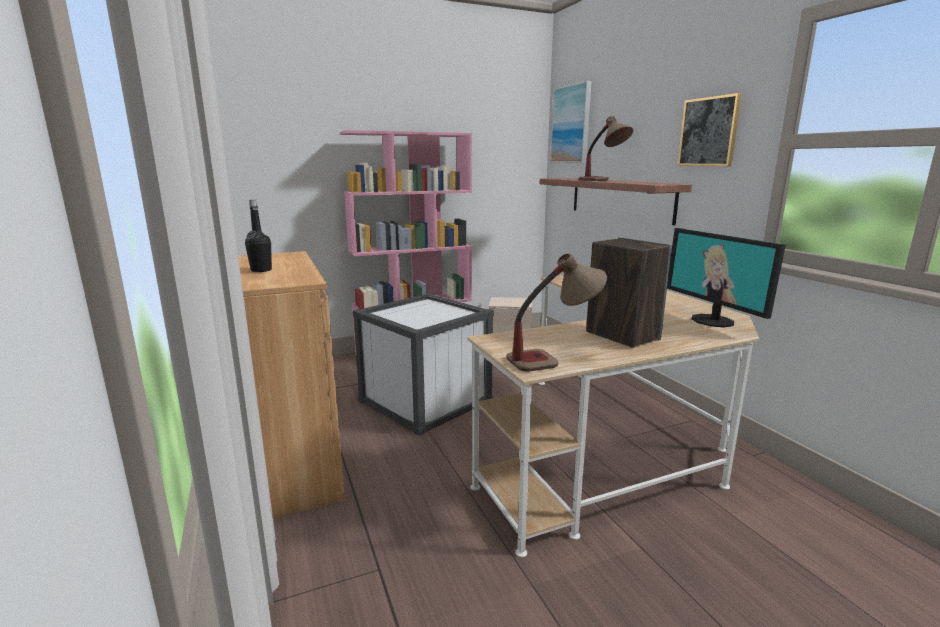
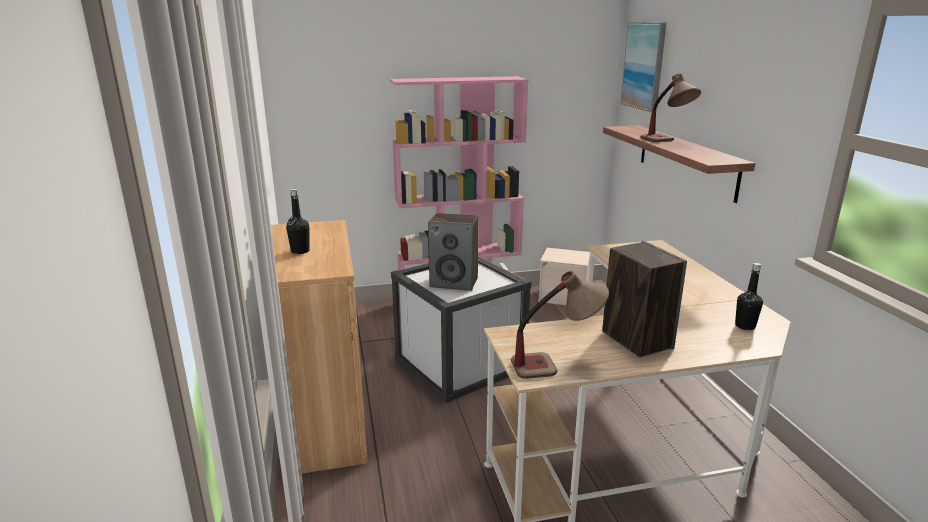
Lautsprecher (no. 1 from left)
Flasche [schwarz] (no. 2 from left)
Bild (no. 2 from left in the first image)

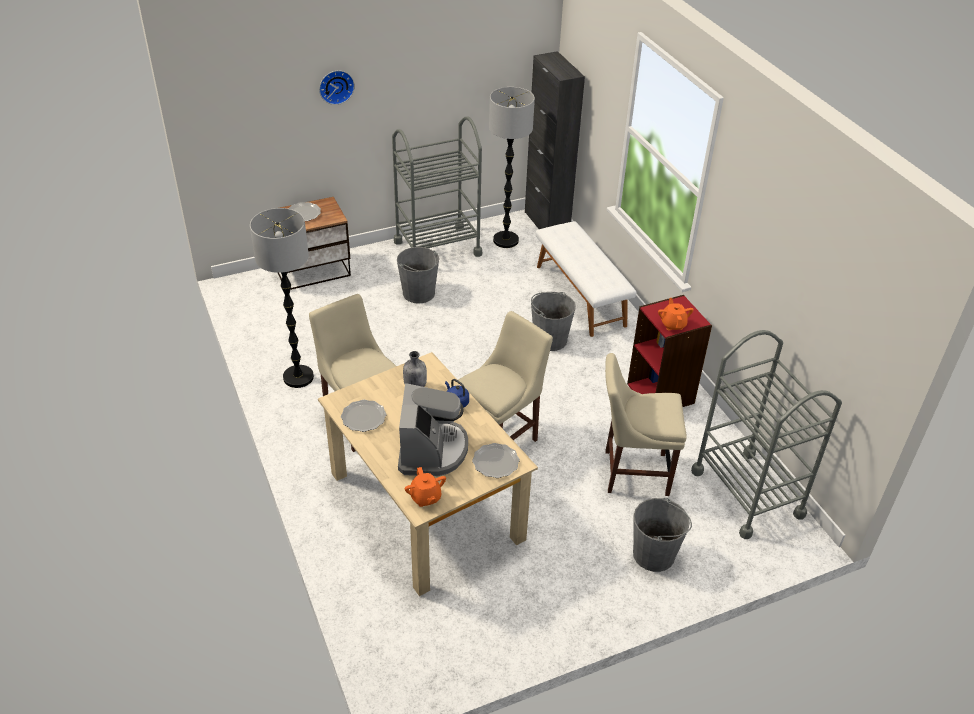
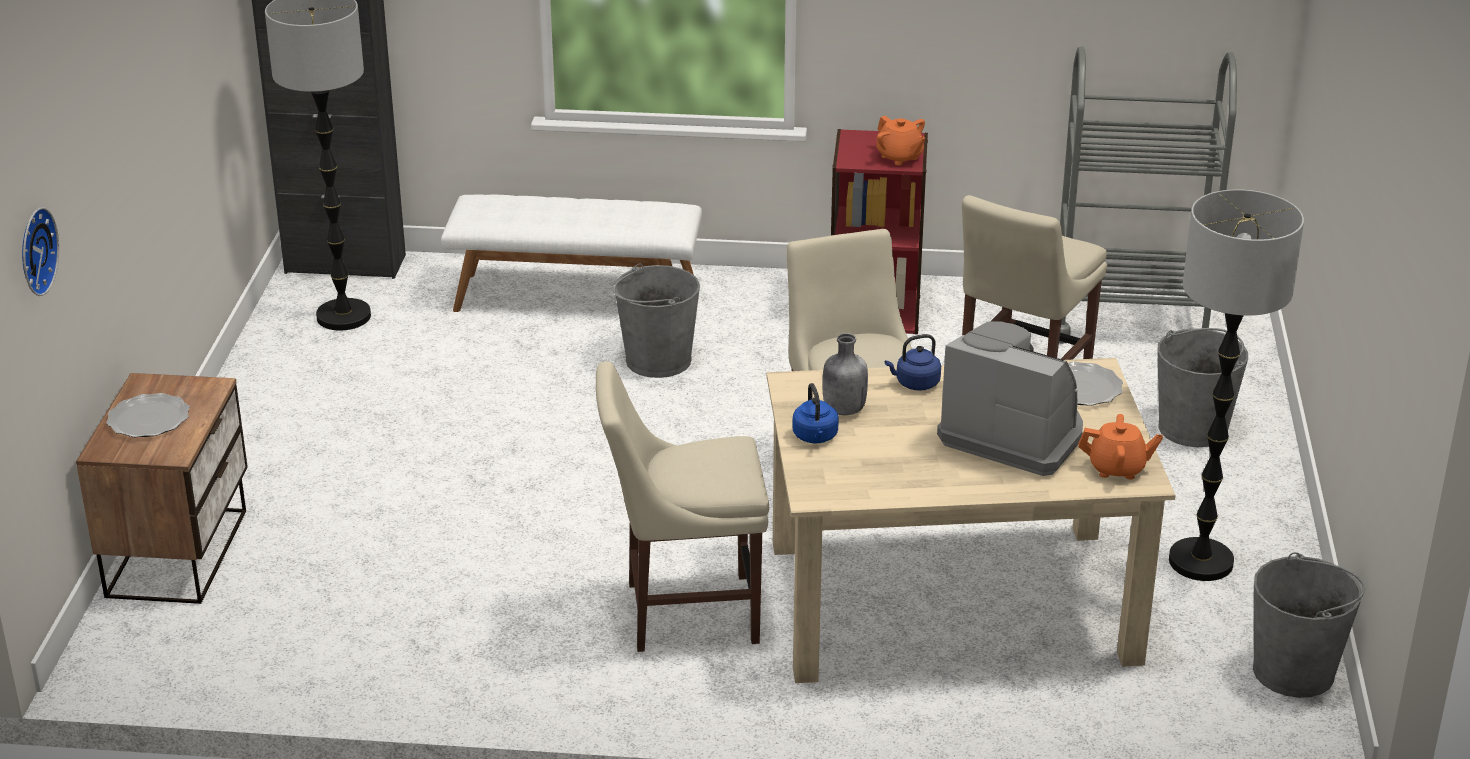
Wanduhr
Wasserkessel [blau] (no. 1 from left)
Teekanne [orange] (no. 1 from left)
Stehlampe (no. 2 from left)
Eimer [grau] (no. 3 from left)
Teller (no. 2 from left in the first image)
Rollwagen [grau] (no. 1 from left in the first image)

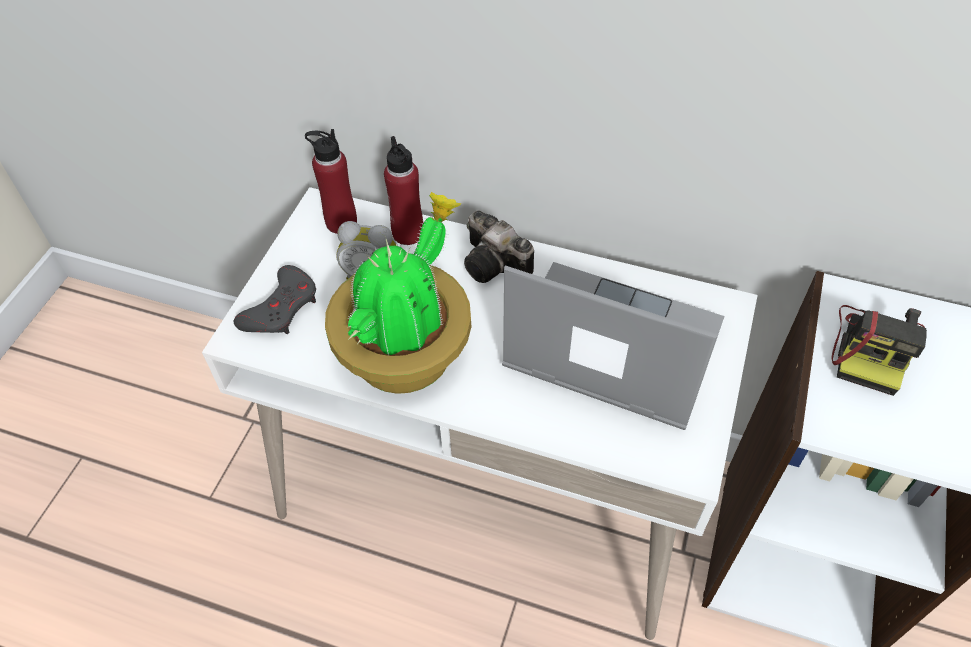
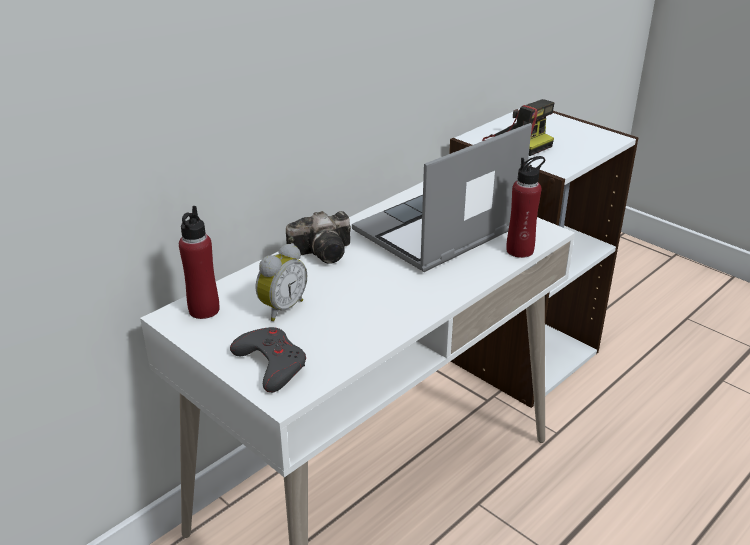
Flasche [rot] (no. 2 from left)
Topfpflanze

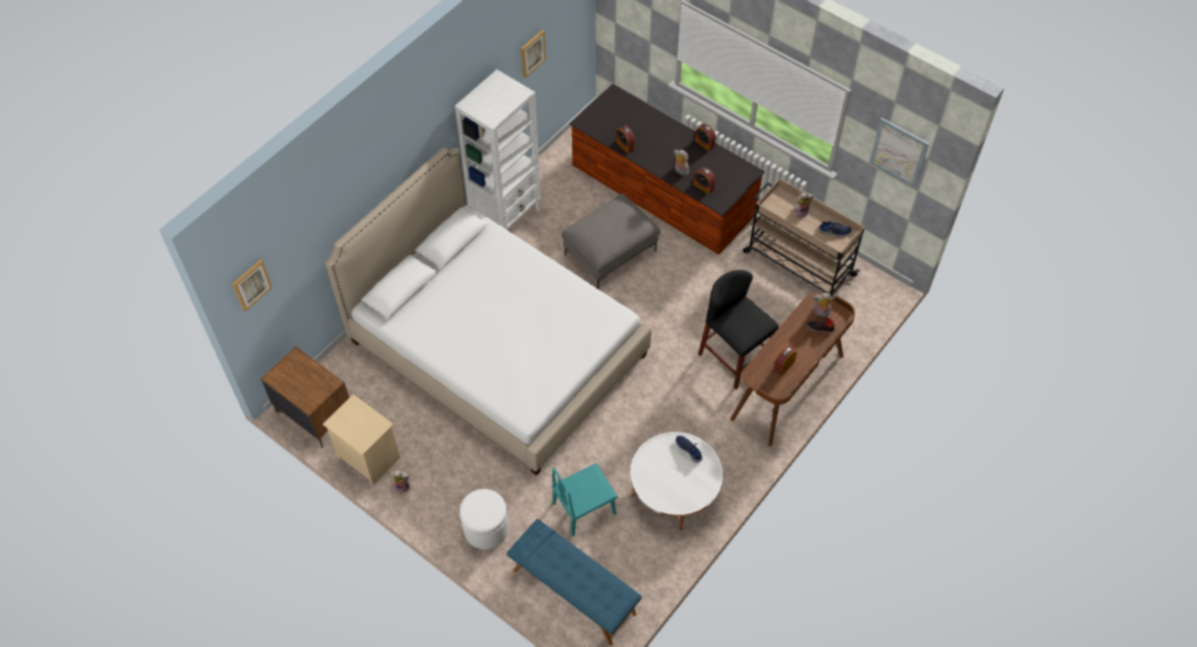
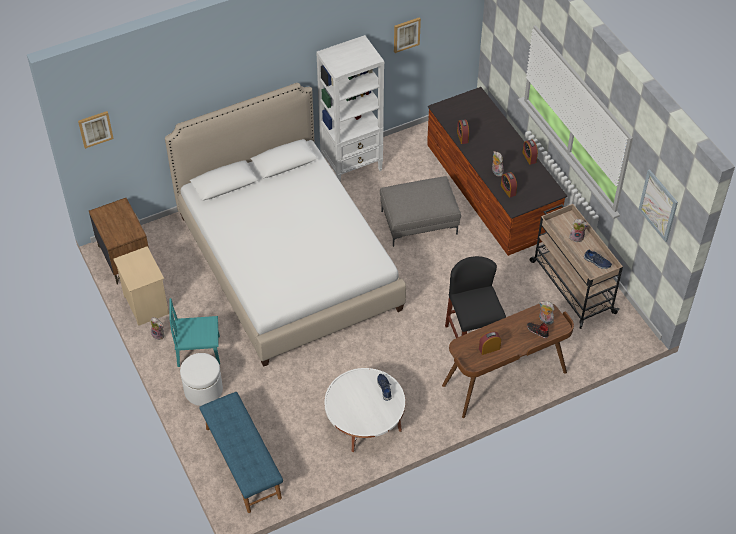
Stuhl [türkis]

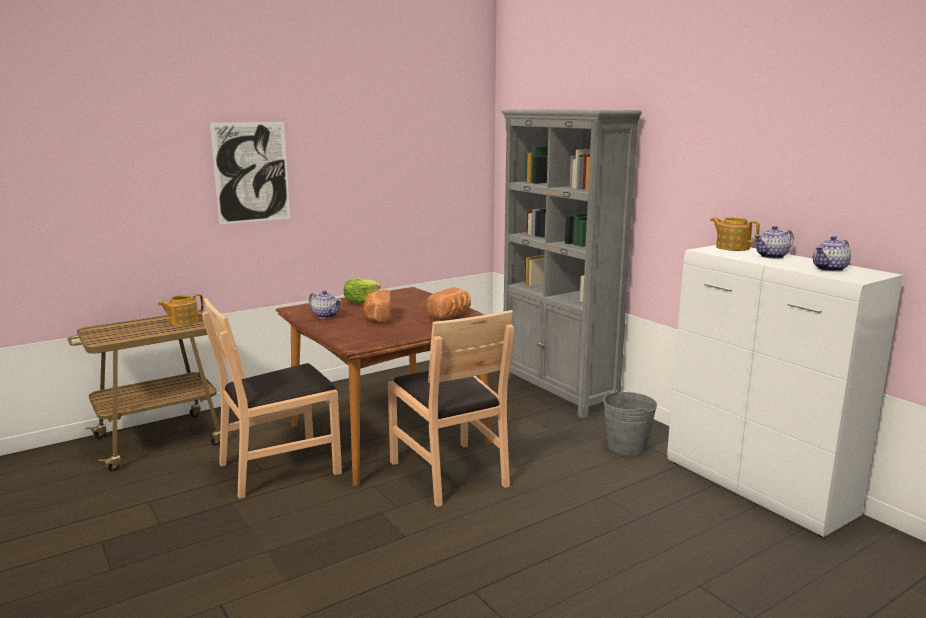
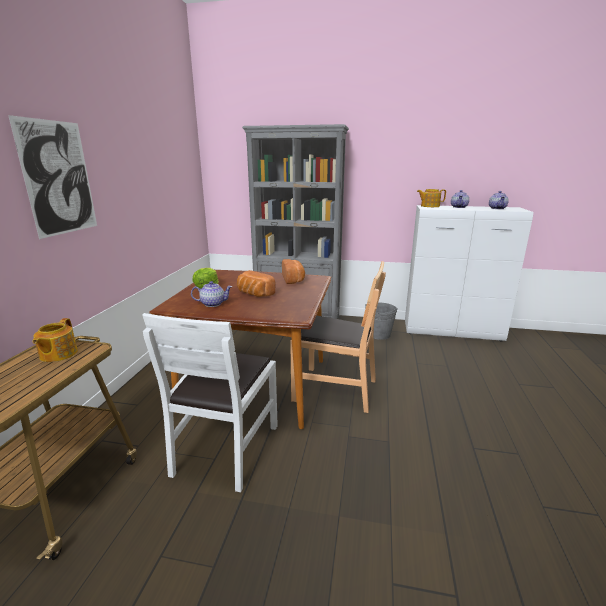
Stuhl [weiß]

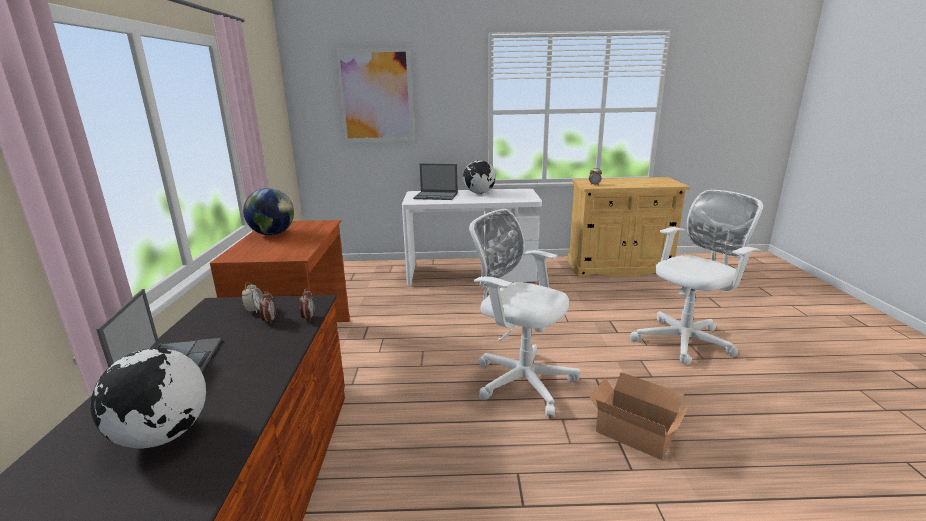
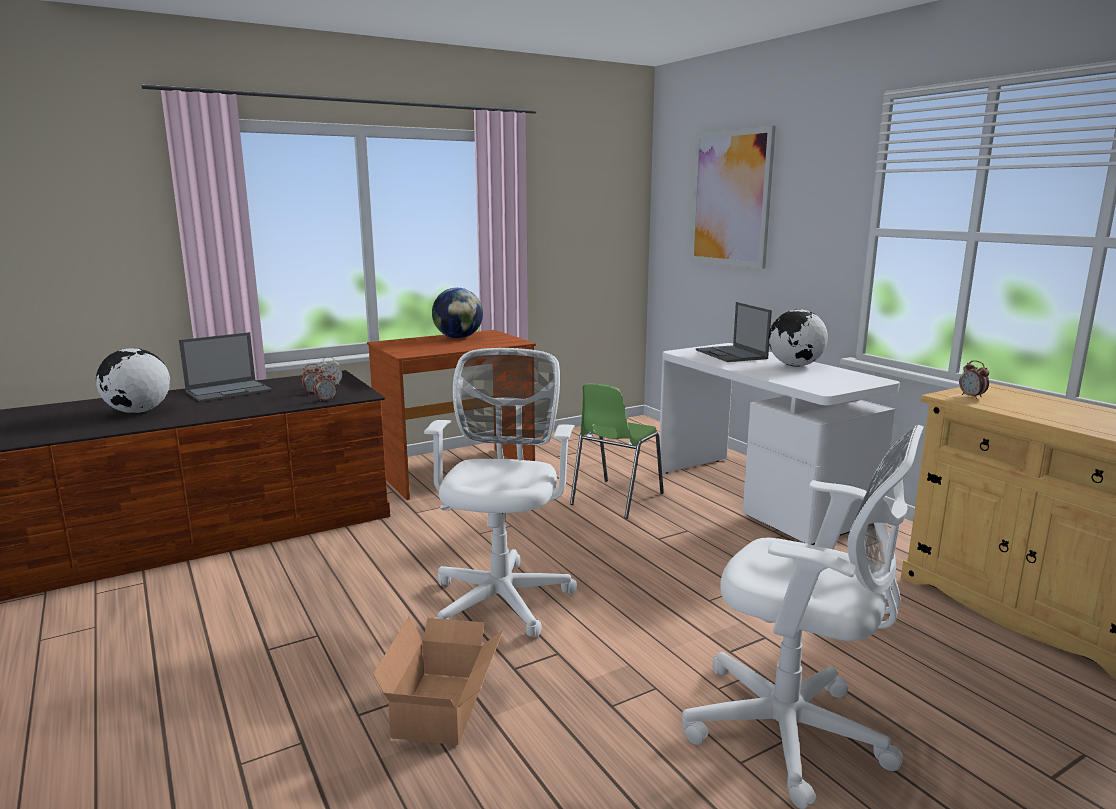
Stuhl [grün]

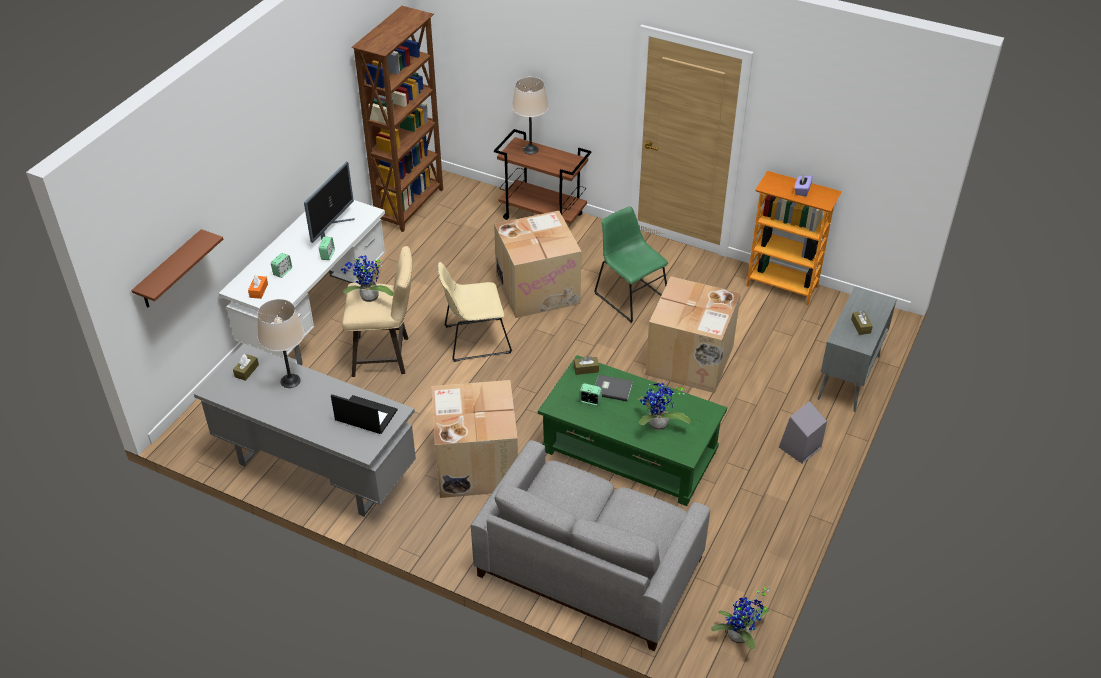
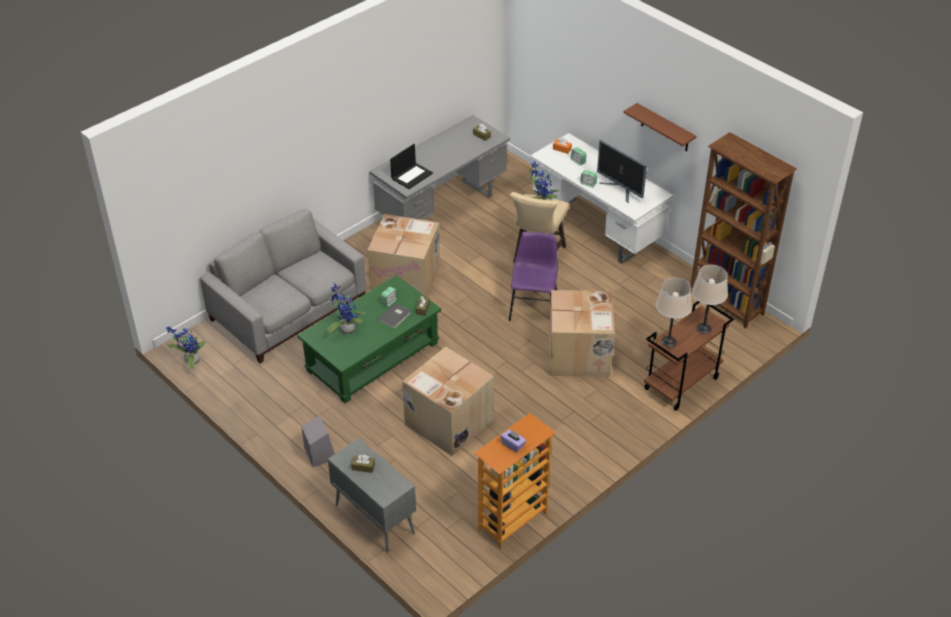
Stuhl [lila]
Wandregal [braun]
Tischlampe [beige] (no. 1 from left)
Stuhl [grün]

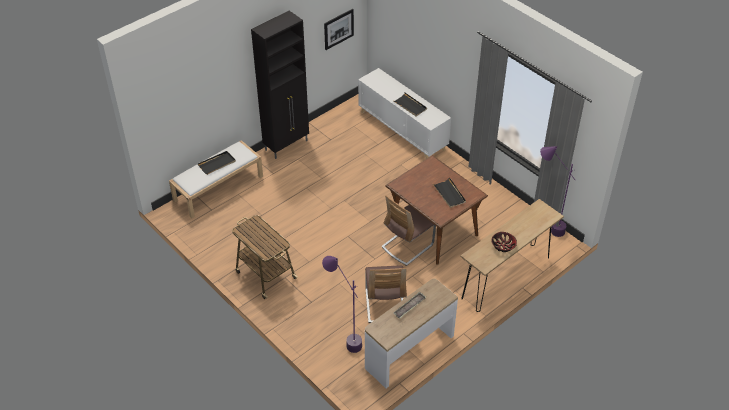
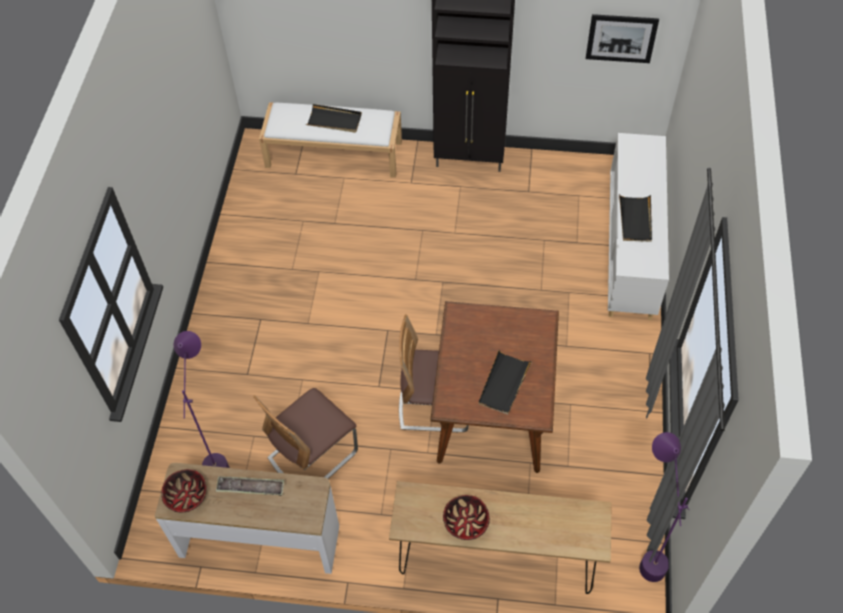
Schüssel (no. 1 from left)
Rollwagen

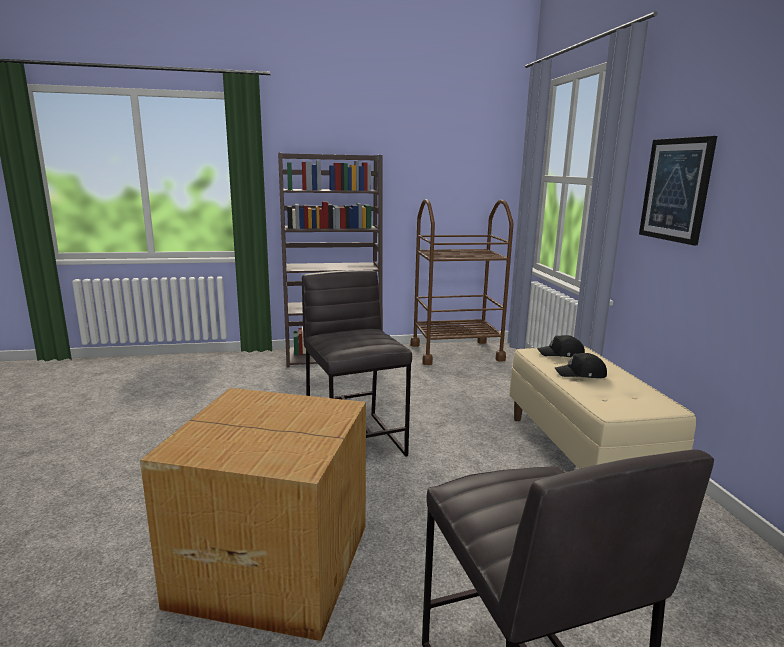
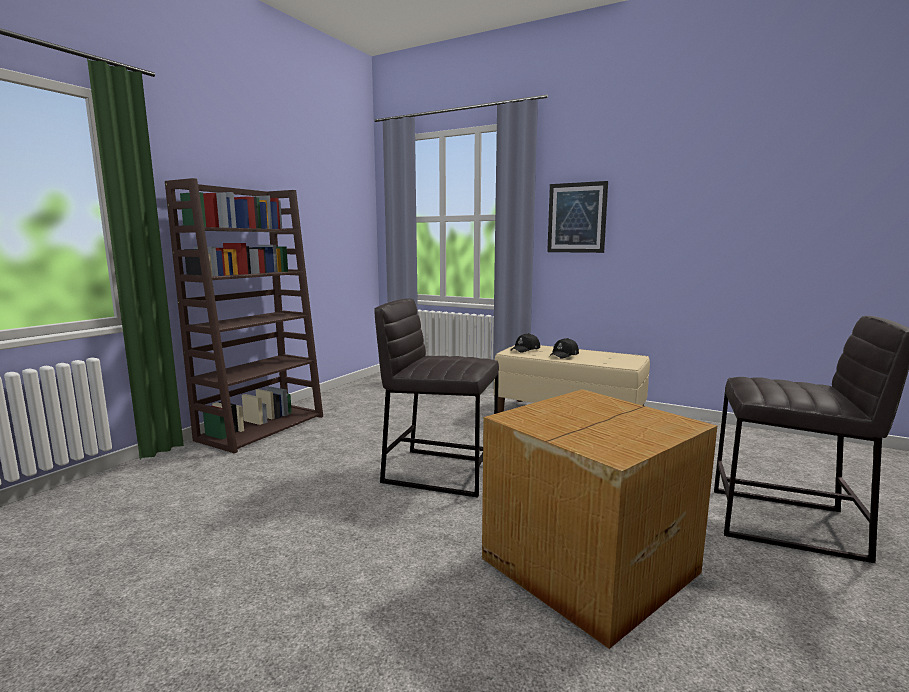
Rollwagen [braun]

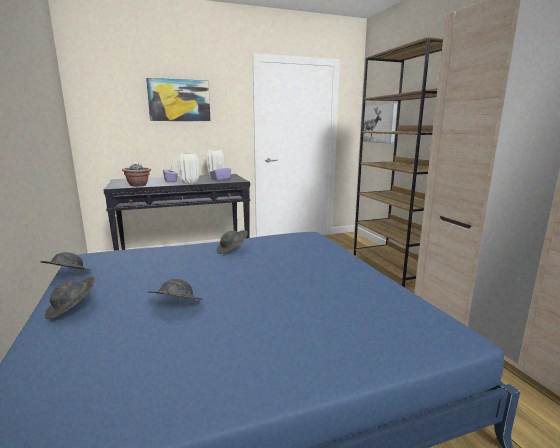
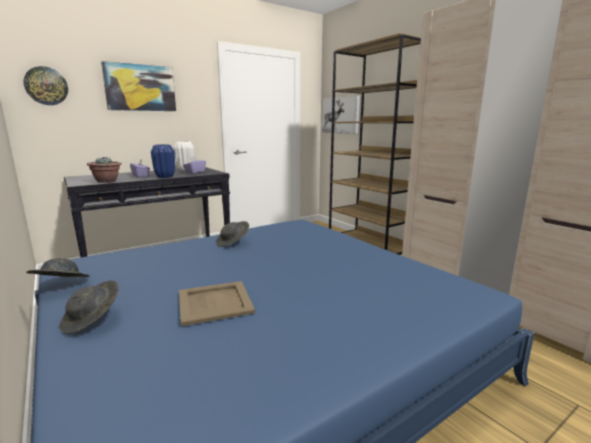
Wanduhr
Vase [blau]
Tablett [beige]

